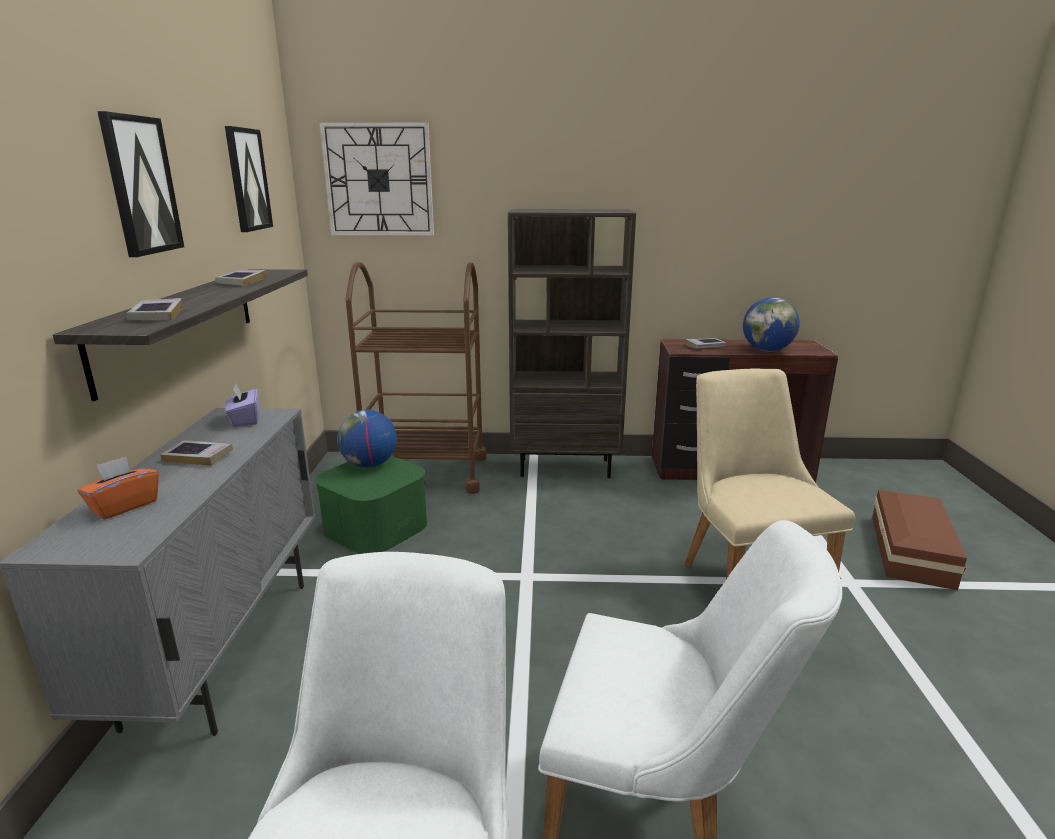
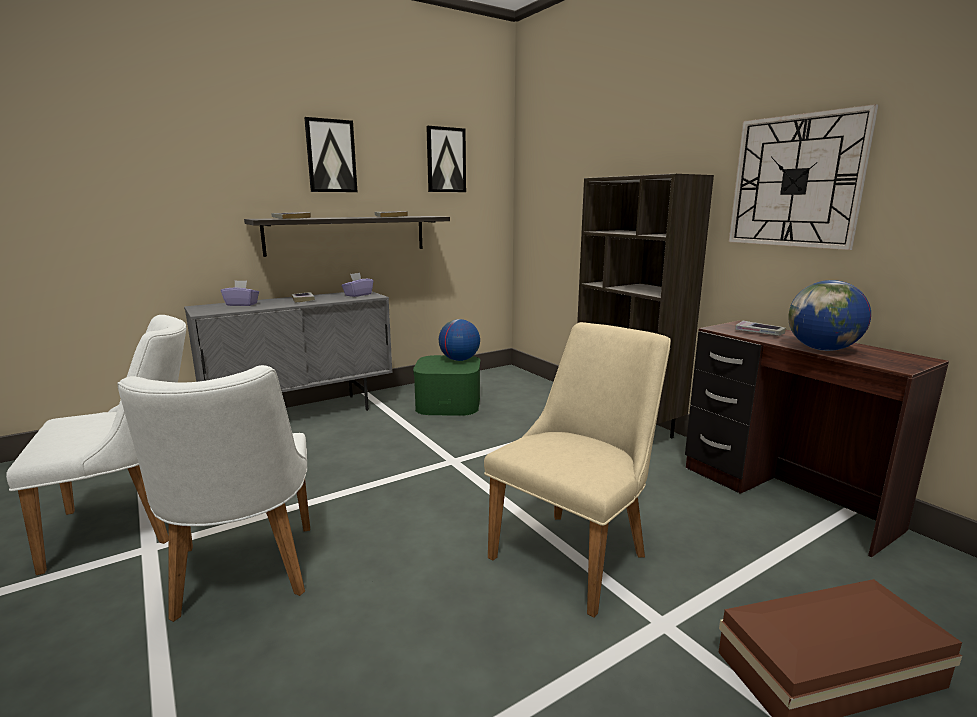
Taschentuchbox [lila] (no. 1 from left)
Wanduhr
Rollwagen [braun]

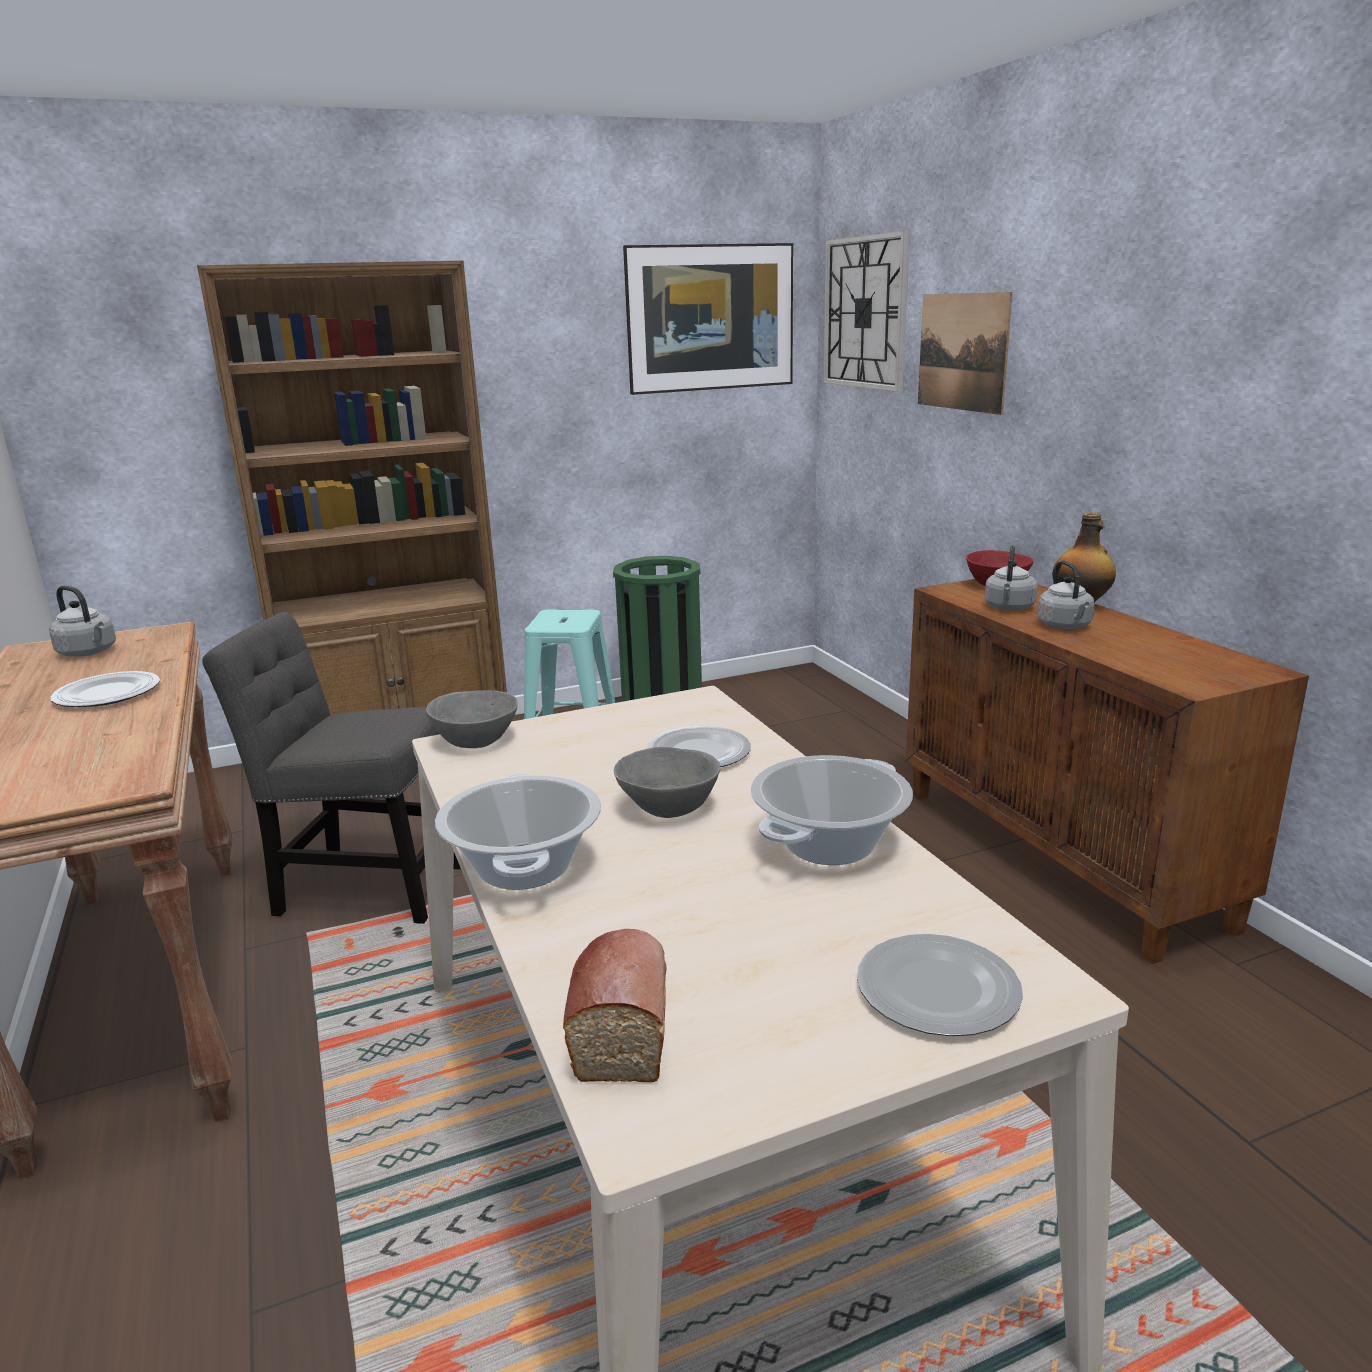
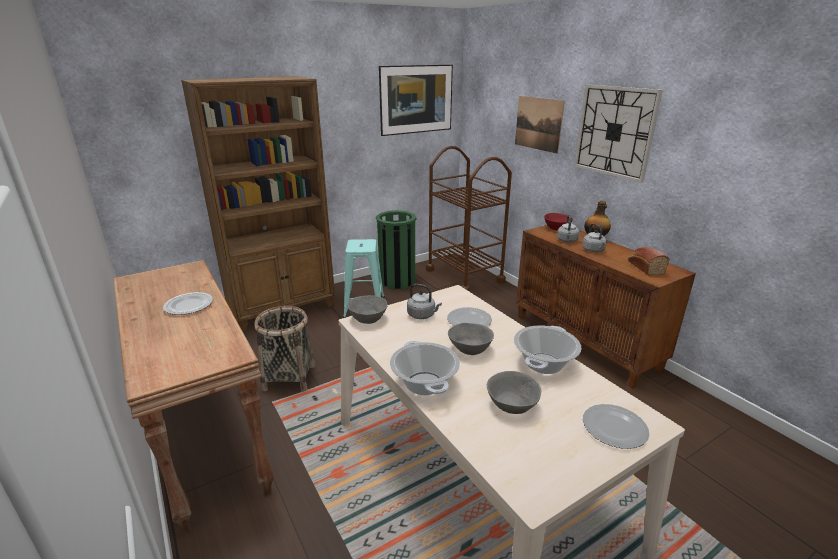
Korb
Wasserkessel [grau] (no. 1 from left)
Rollwagen [braun]
Schüssel [grau] (no. 3 from left)
Wanduhr
Brot

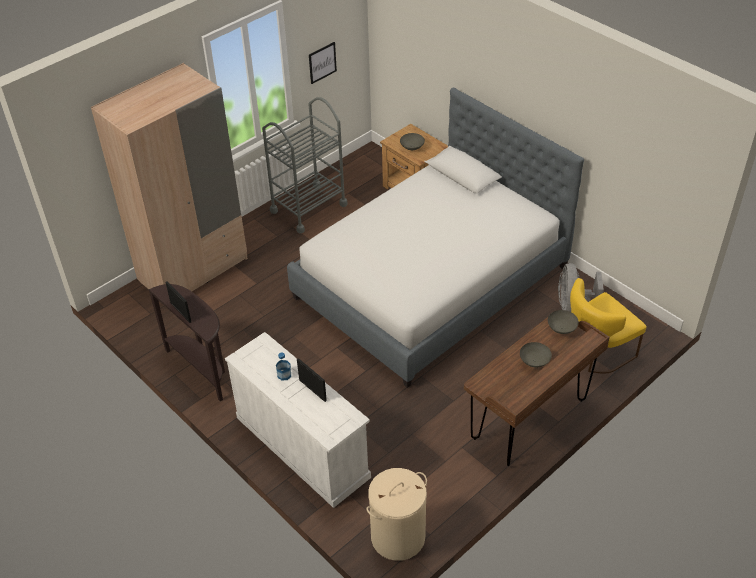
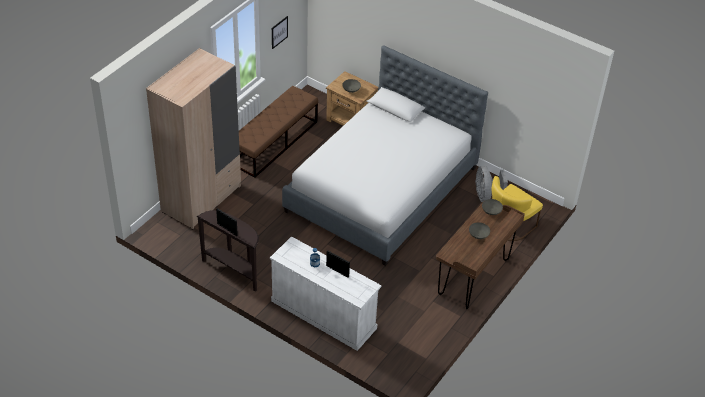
Bank [braun]
Wäschekorb [beige]

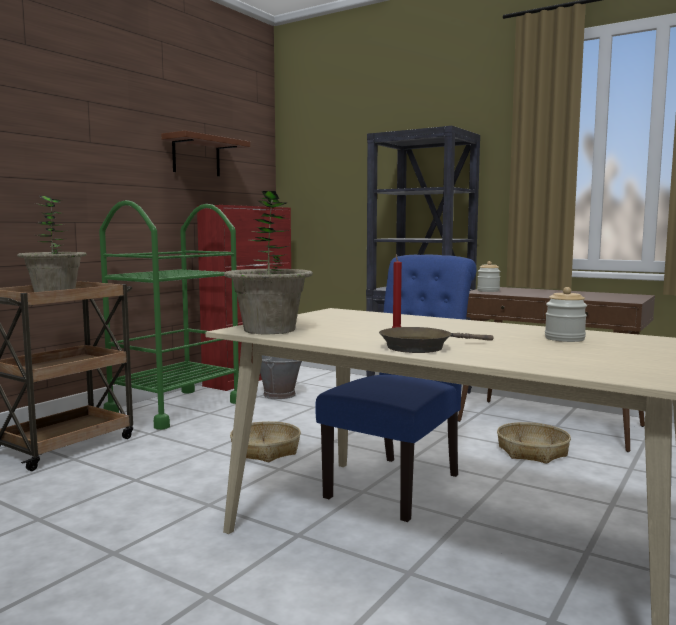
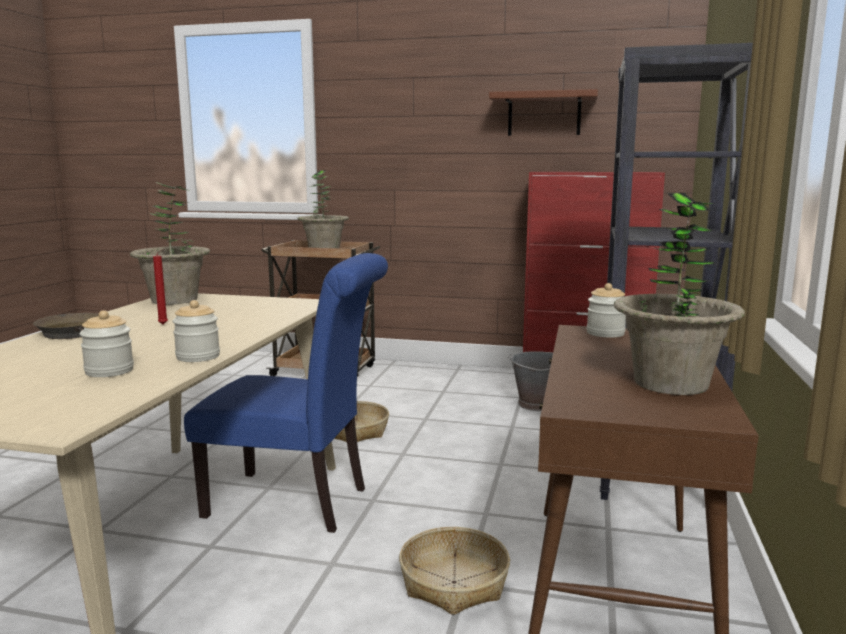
Vorratsglas (no. 2 from left)
Topfpflanze (no. 3 from left)
Rollwagen [grün]

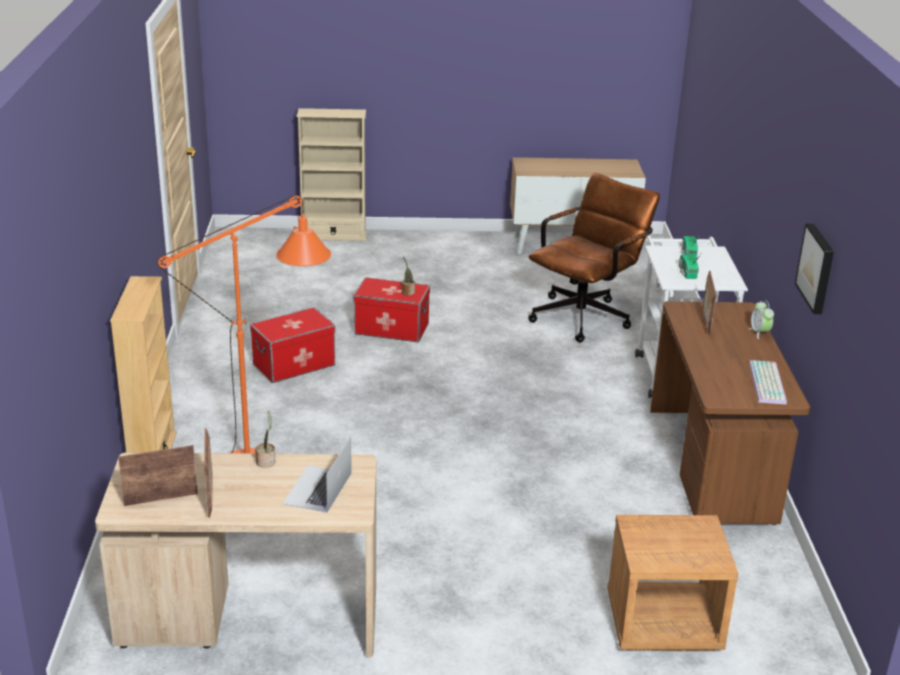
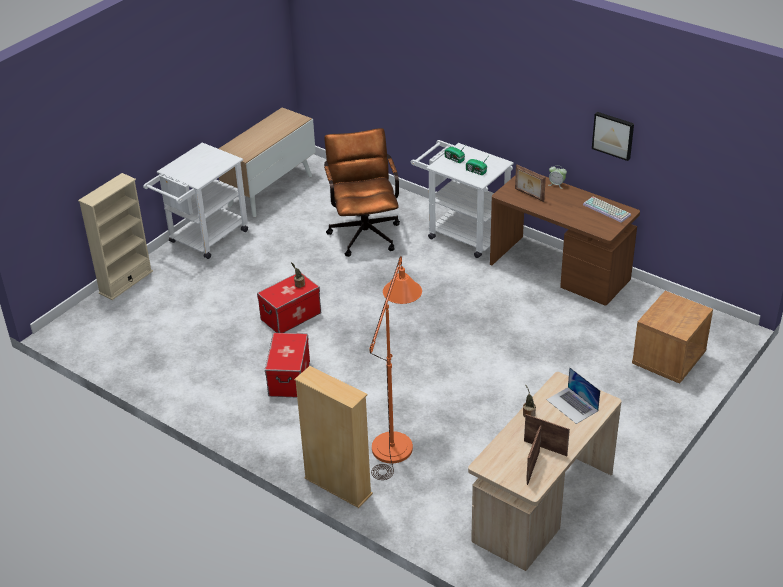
Rollwagen [weiß] (no. 1 from left)

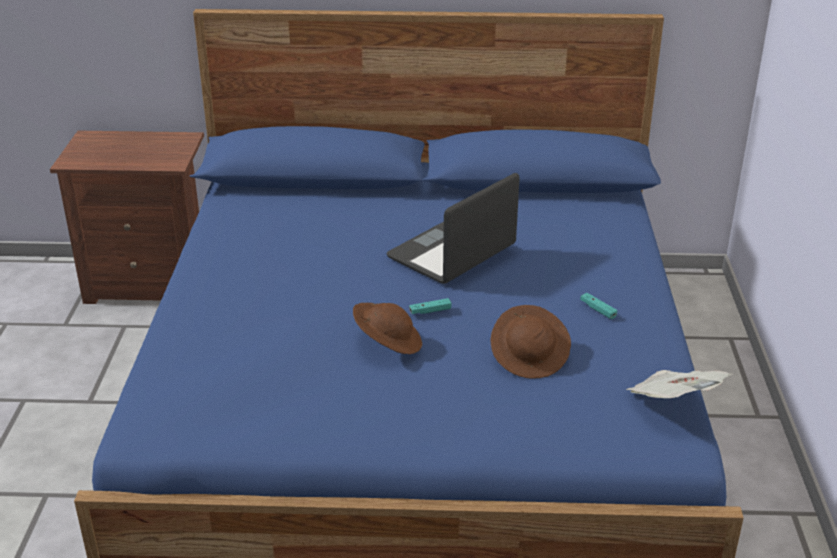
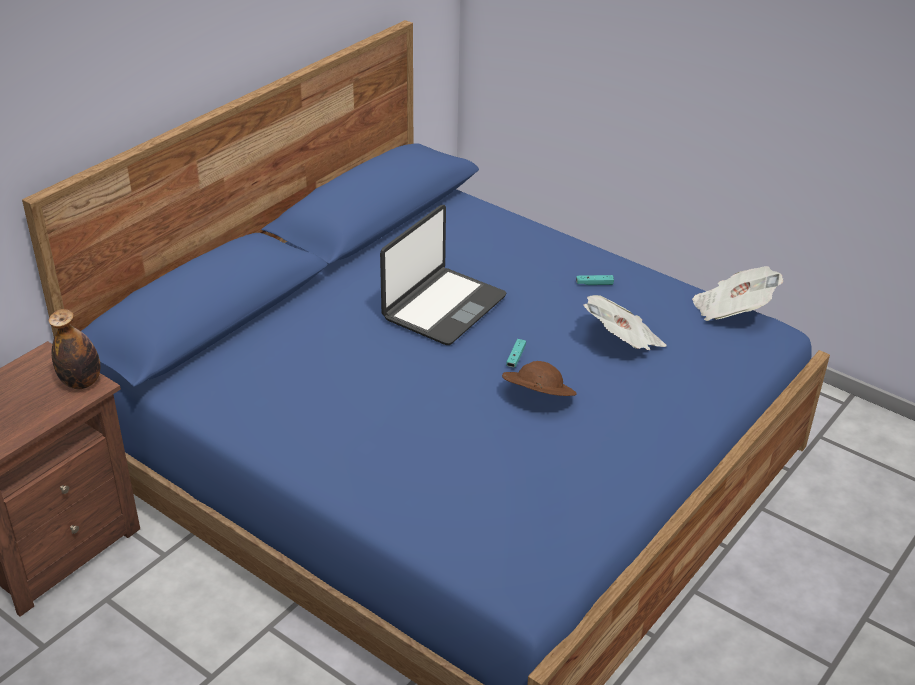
Flasche
Laptop
Zeitung (no. 1 from left)

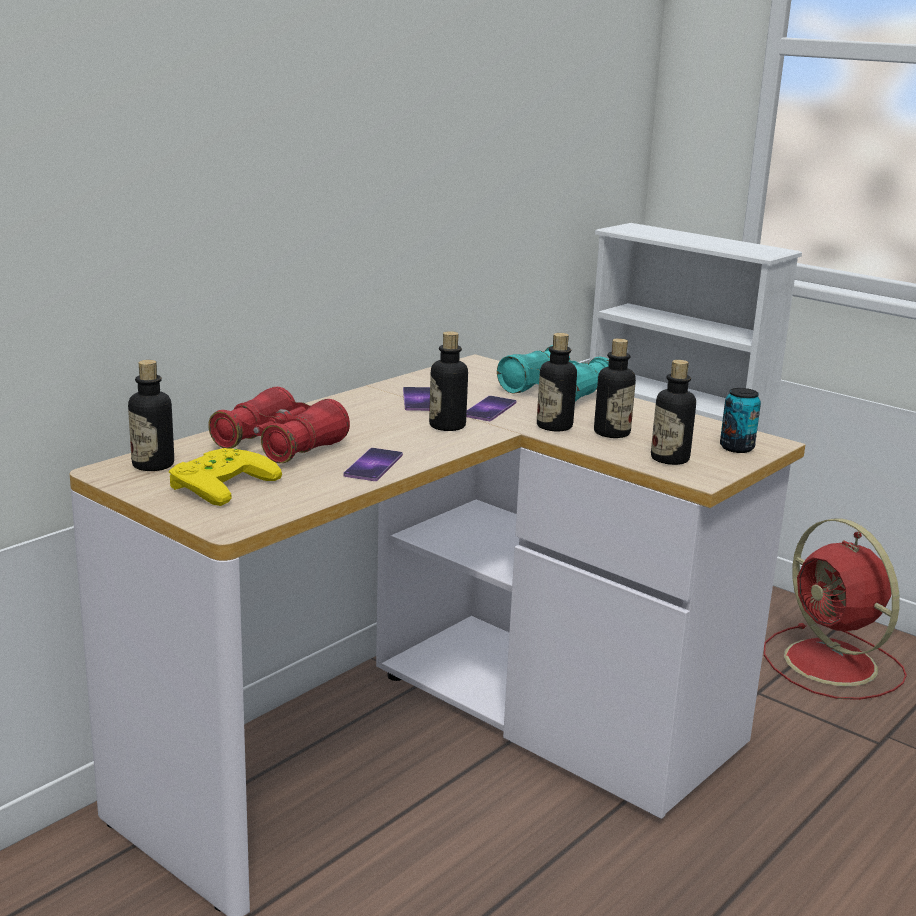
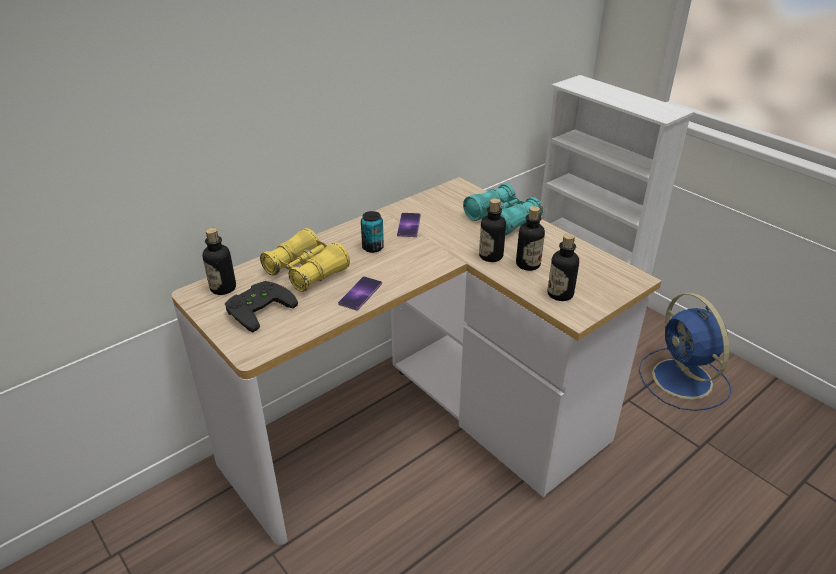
Gamepad [schwarz]
Fernglas [gelb]
Dose
Ventilator [blau]
Flasche (no. 2 from left in the first image)
Handy (no. 3 from left in the first image)

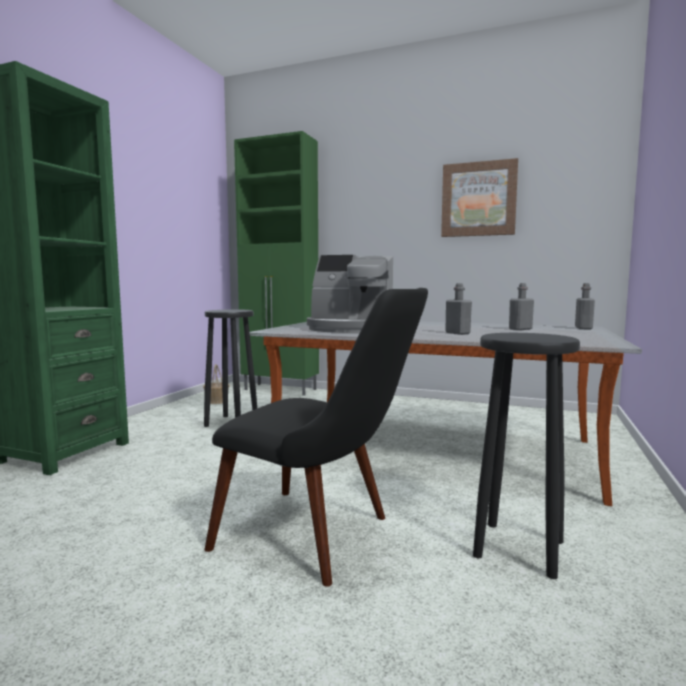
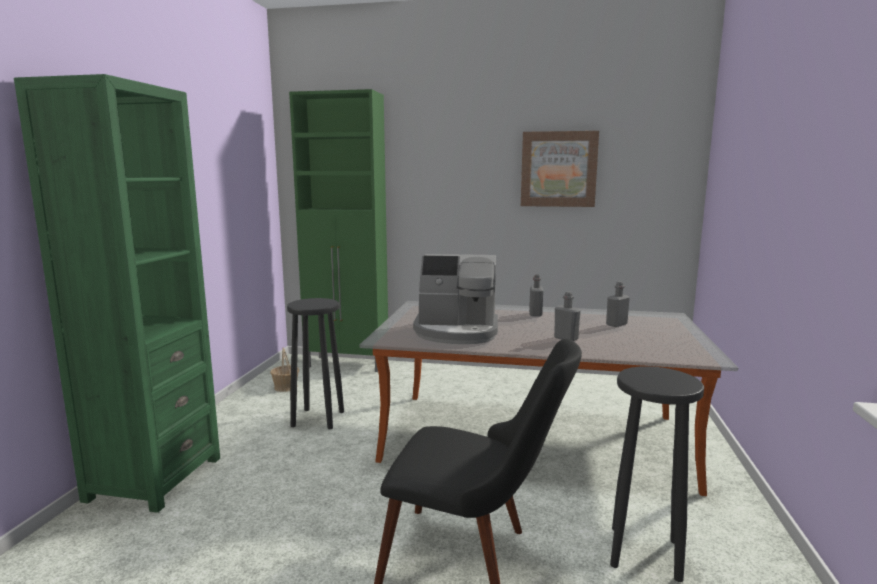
Flasche [grau] (no. 1 from left)

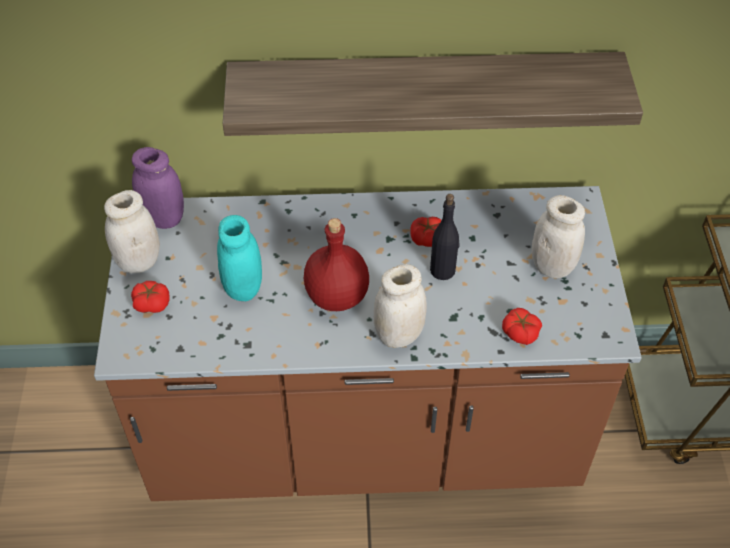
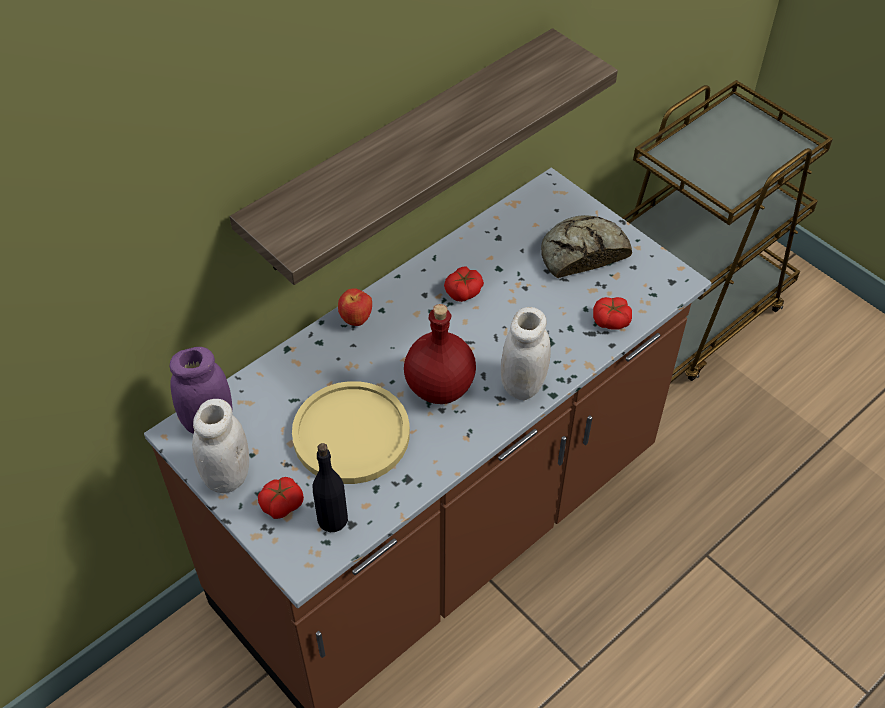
Teller [gelb]
Flasche [schwarz]
Apfel
Brot

